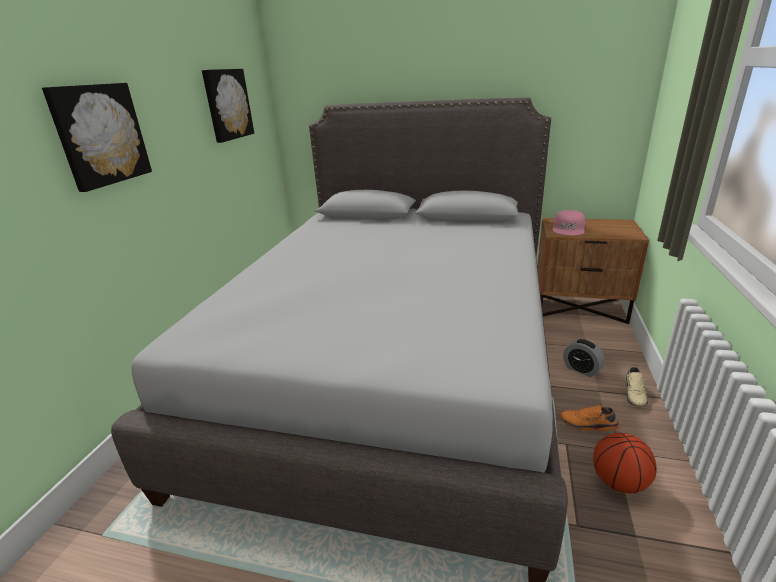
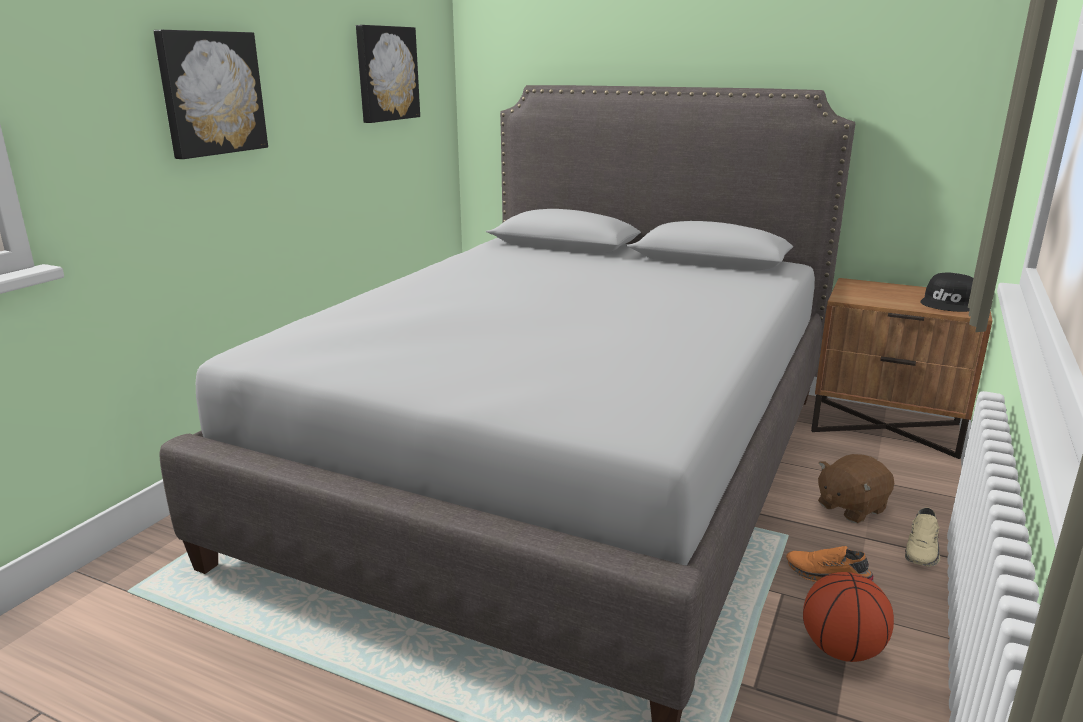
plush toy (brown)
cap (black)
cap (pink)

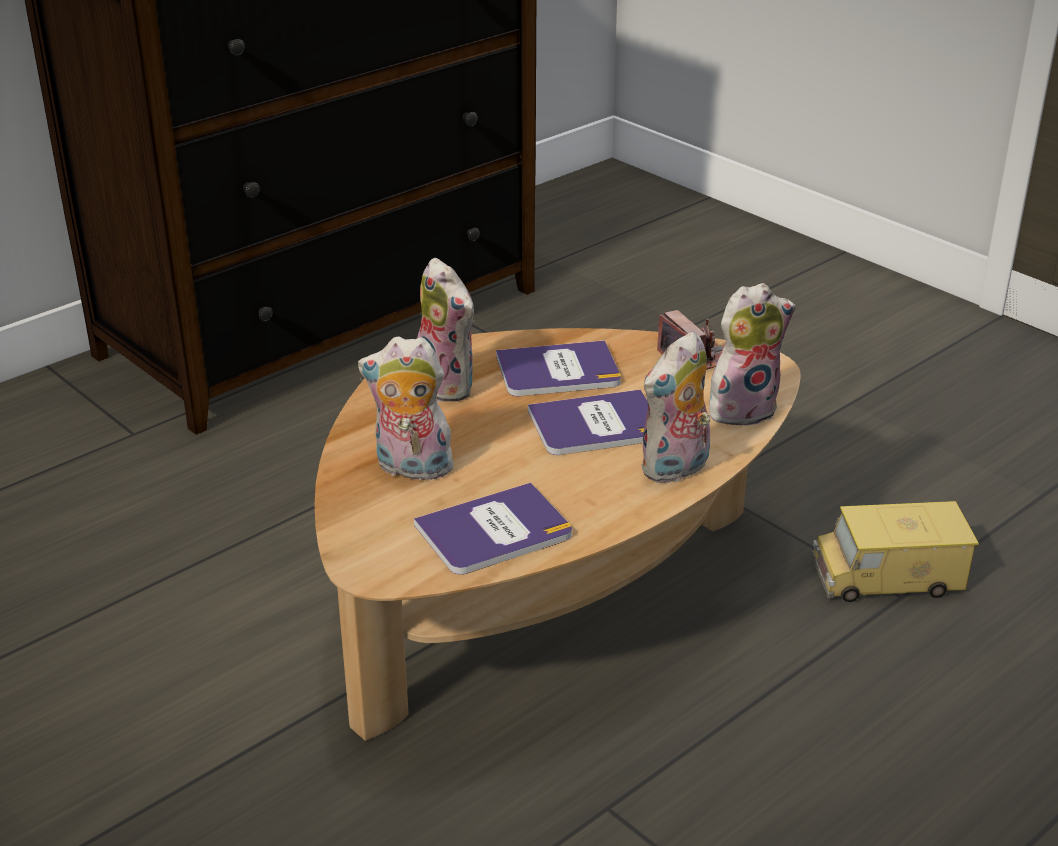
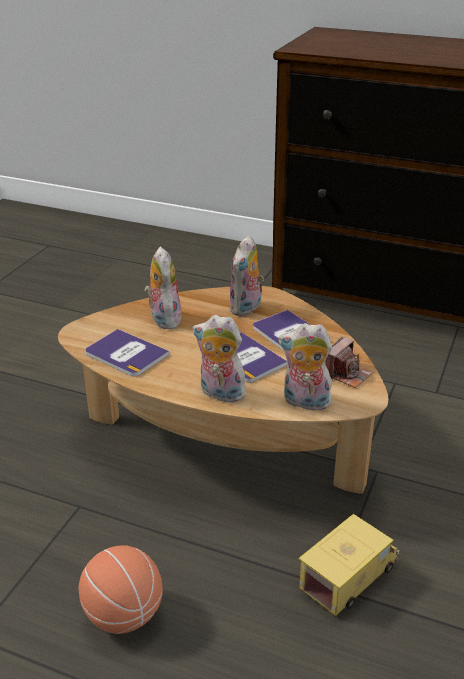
basketball
plush toy (4th from left)
toy truck

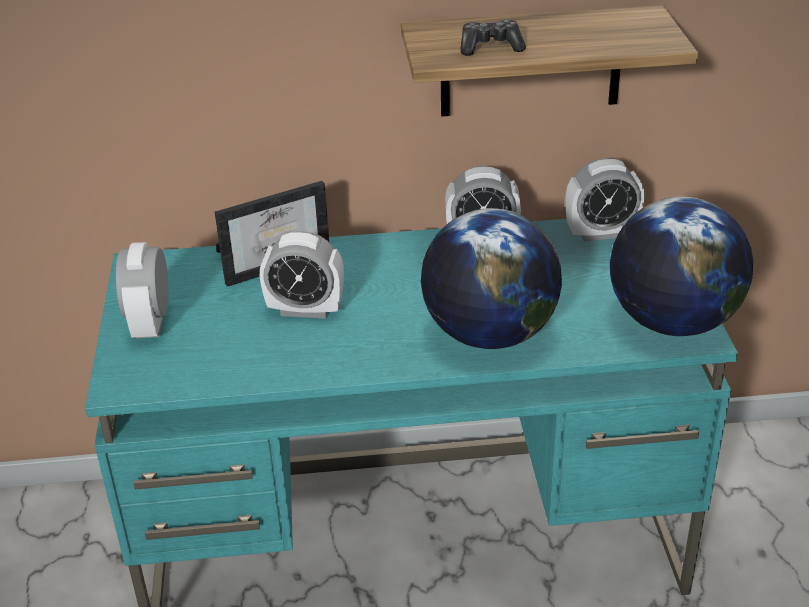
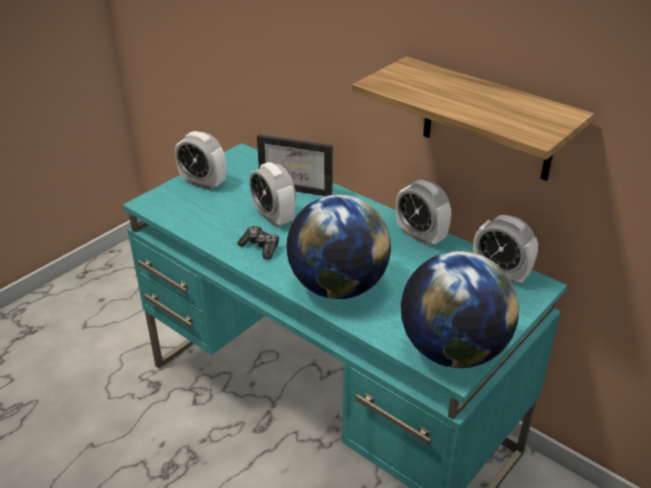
alarm clock (1st from left)
game controller

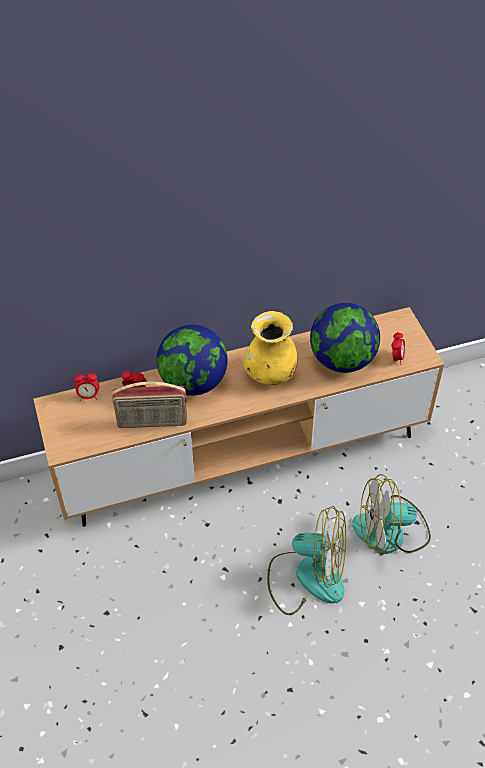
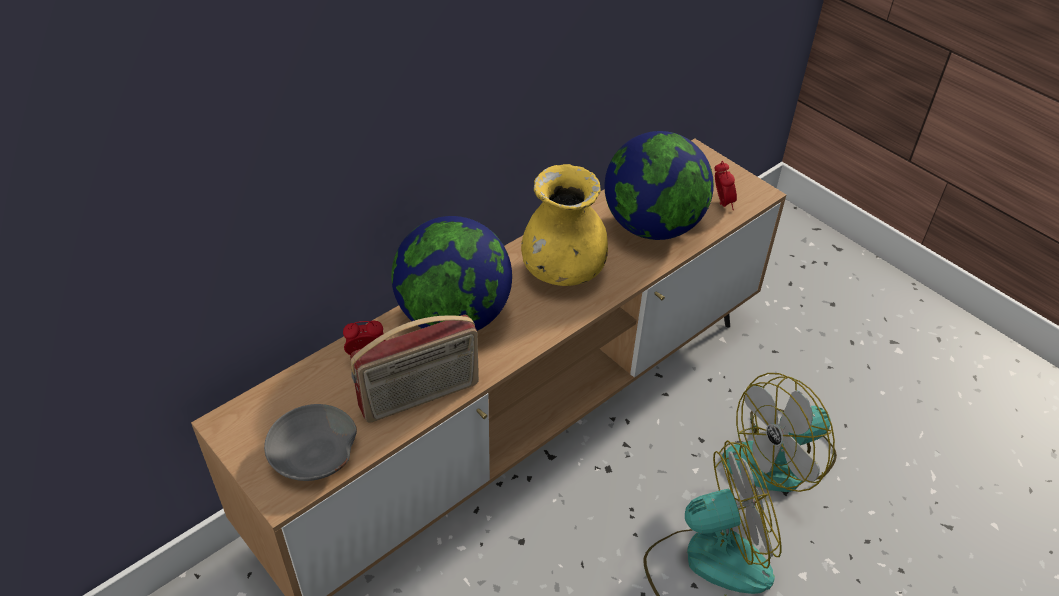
bowl (grey)
alarm clock (1st from left in the first image)

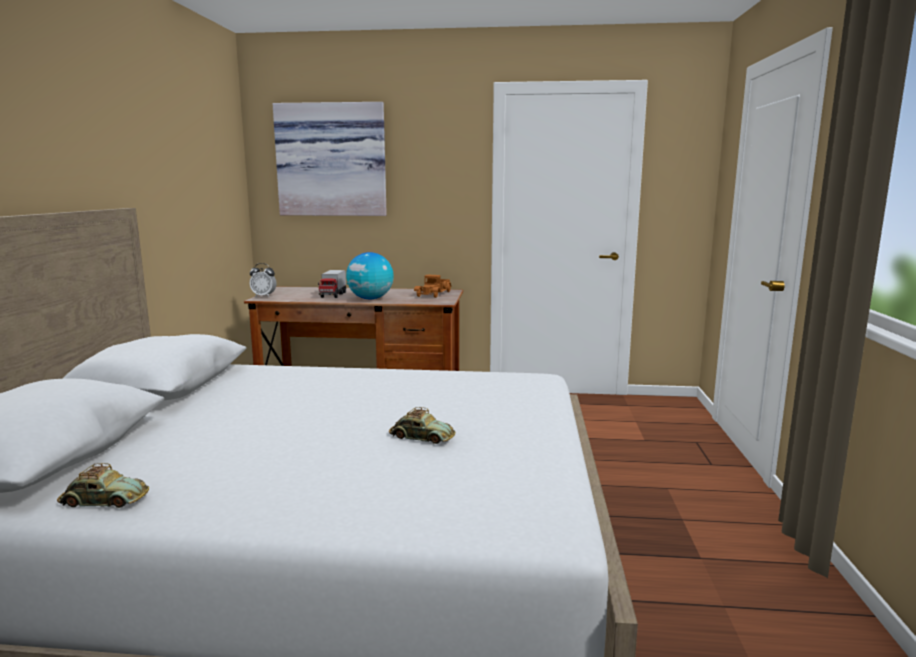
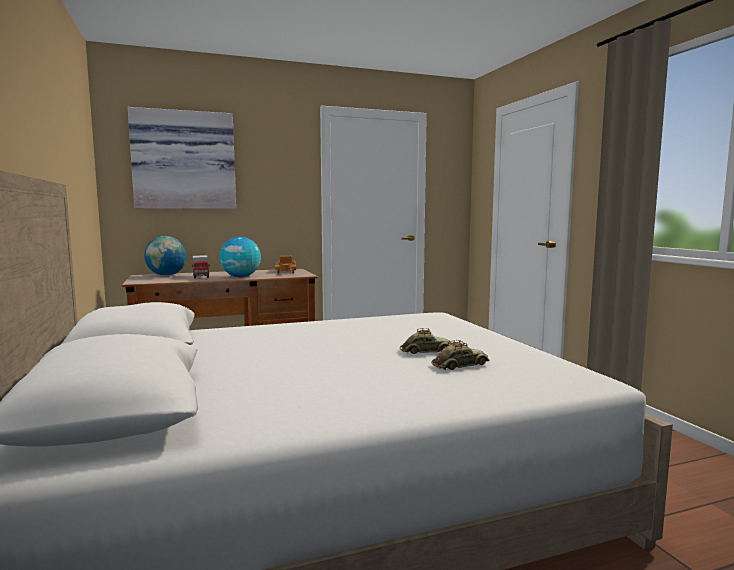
globe (1st from left)
toy car (2nd from left)
alarm clock

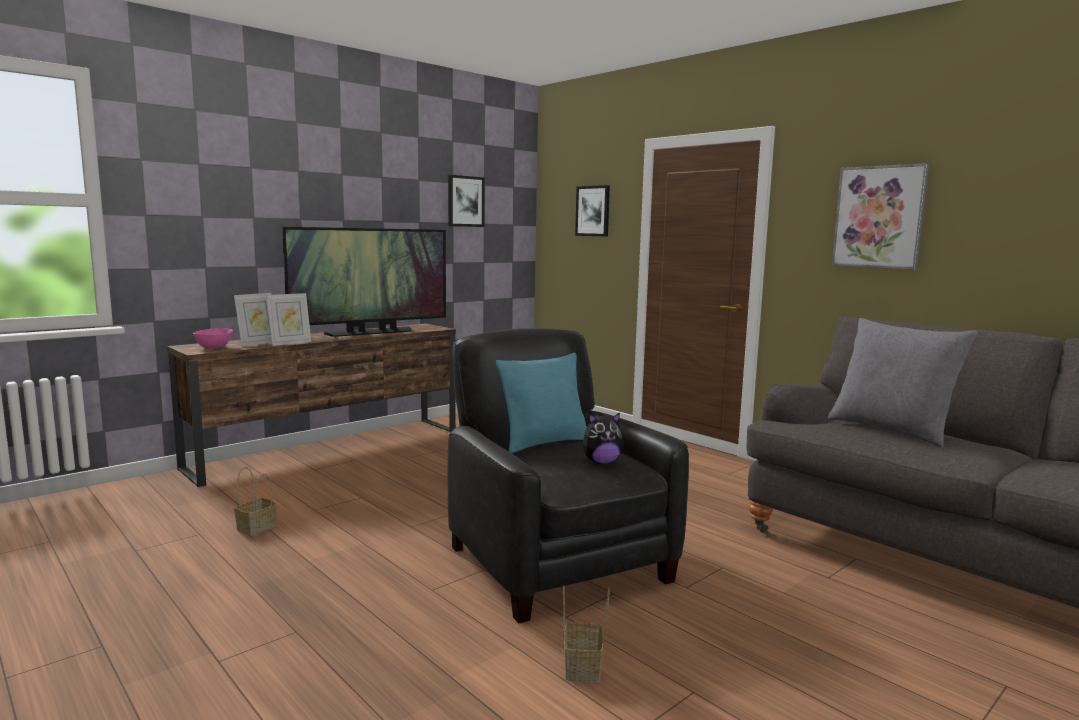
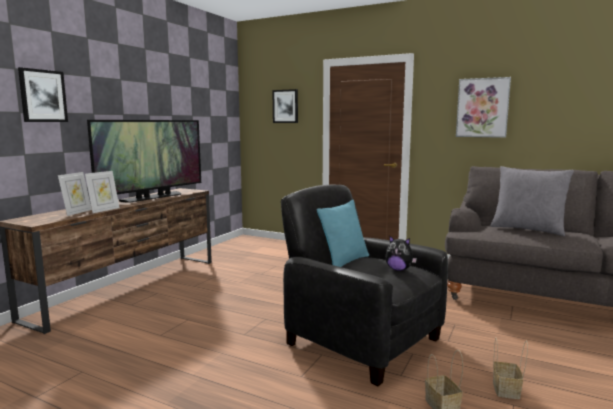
picture (1st from left)
plush toy
basket (2nd from left)
bowl (pink)

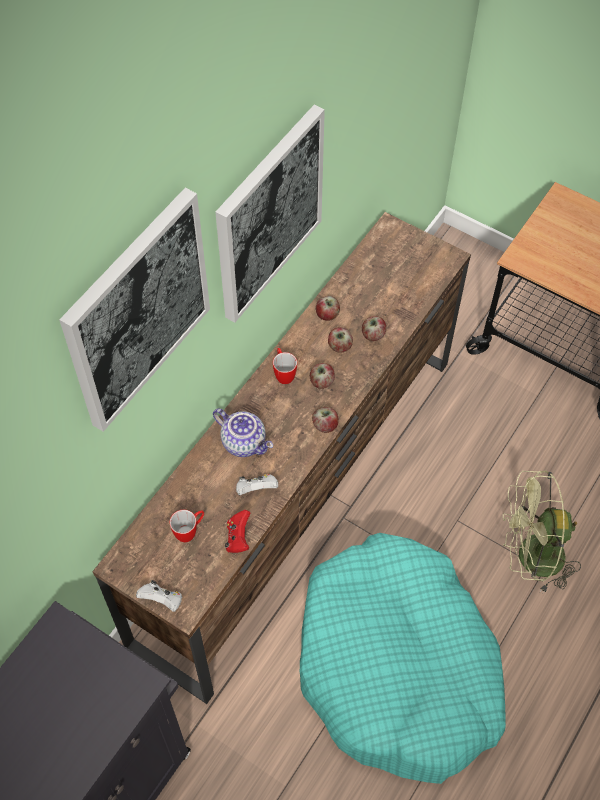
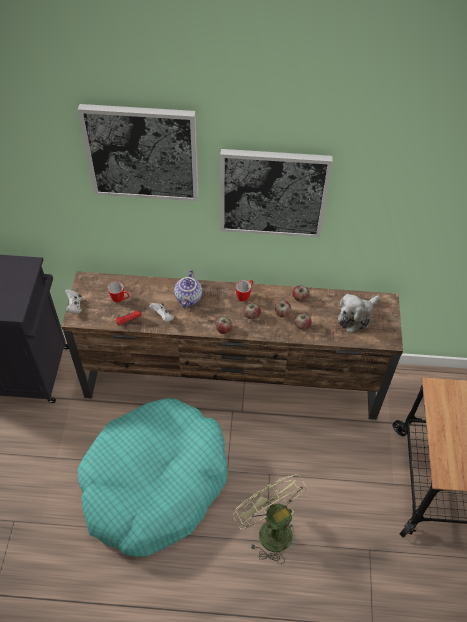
plush toy

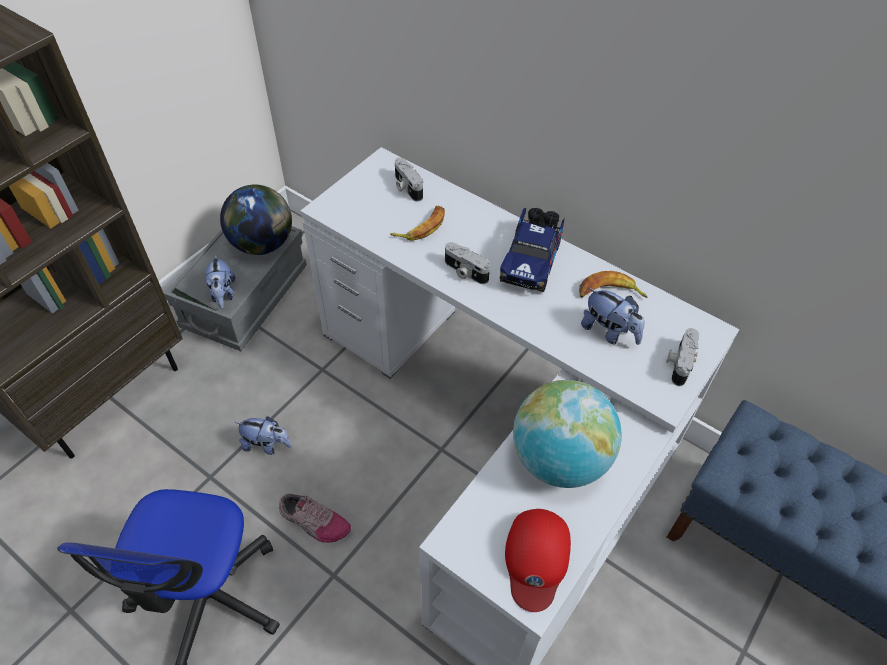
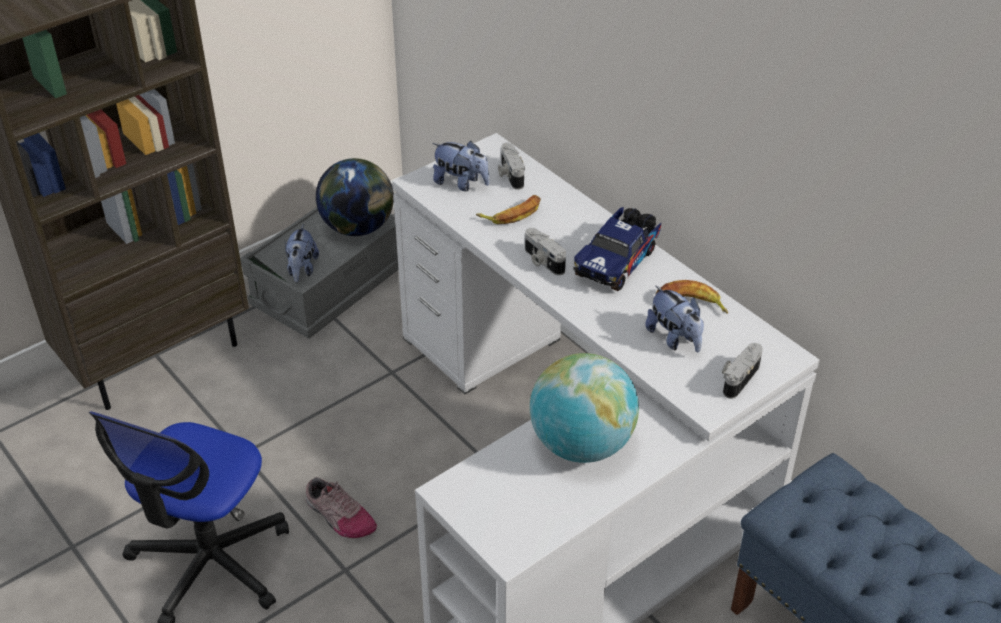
plush toy (2nd from left)
cap (red)

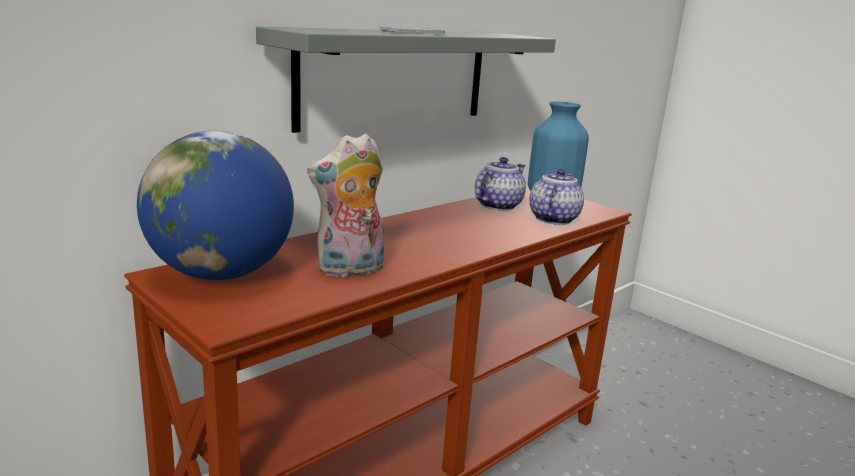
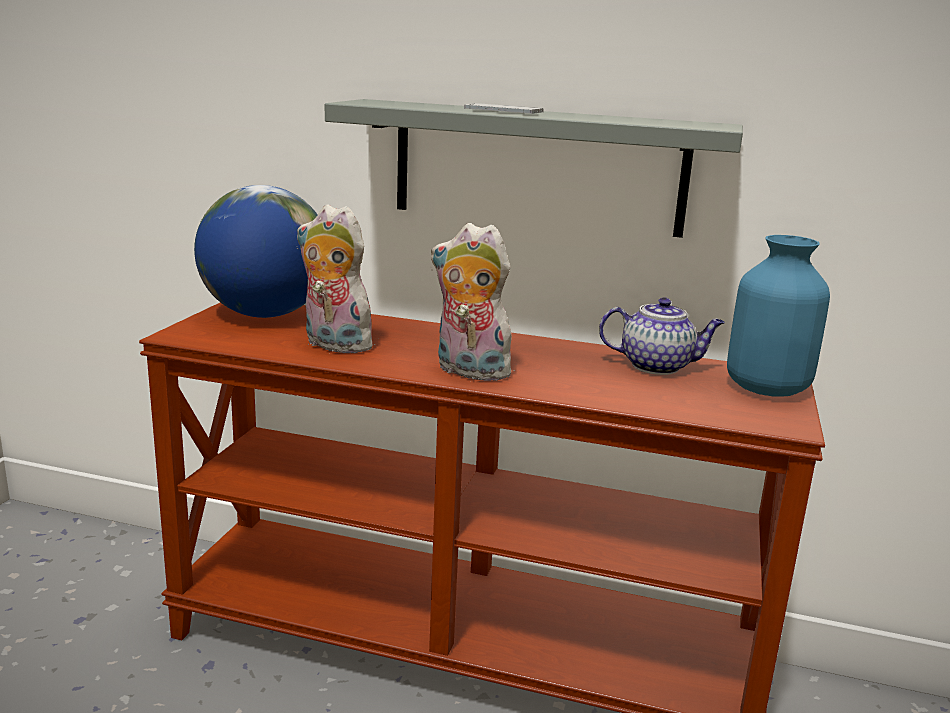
plush toy (2nd from left)
teapot (2nd from left in the first image)

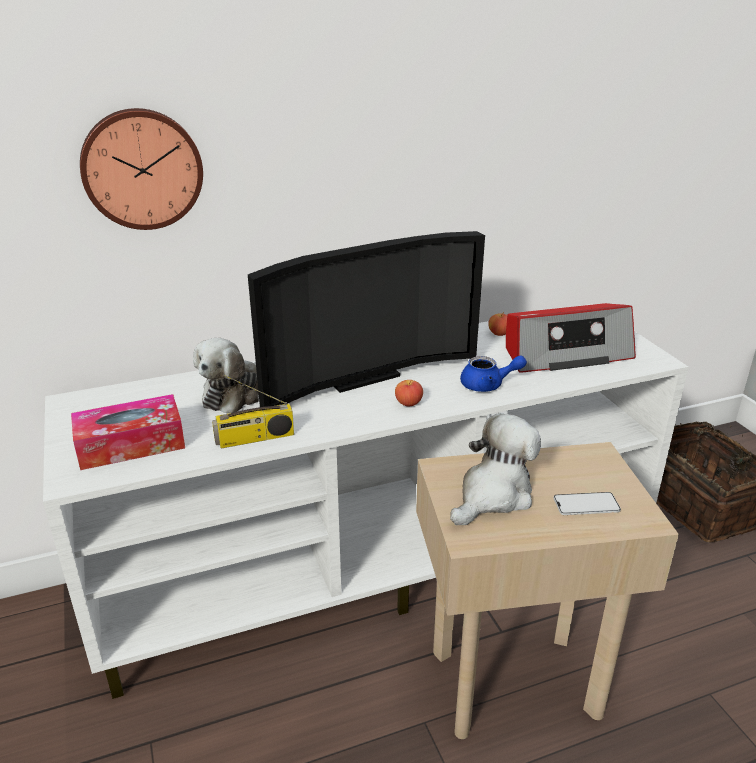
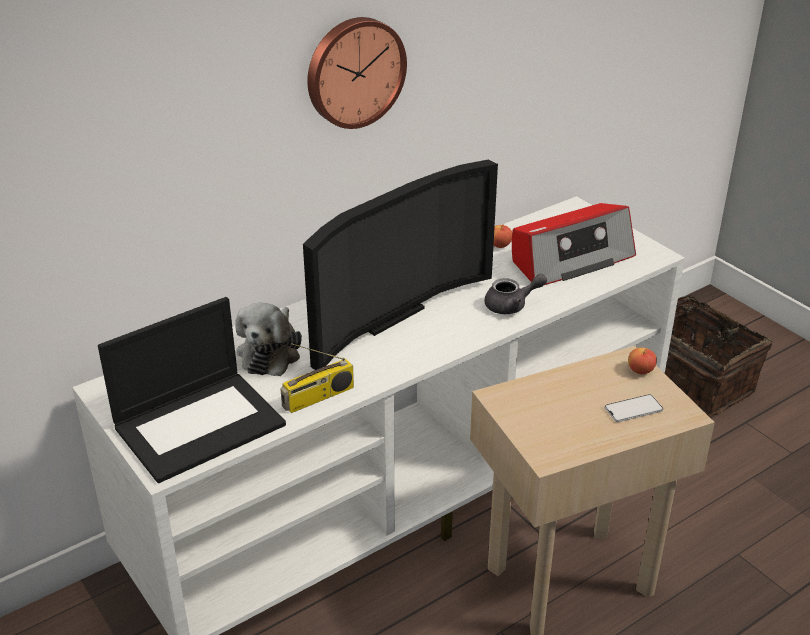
laptop
wall clock
teapot (grey)
apple (2nd from left)
plush toy (2nd from left in the first image)

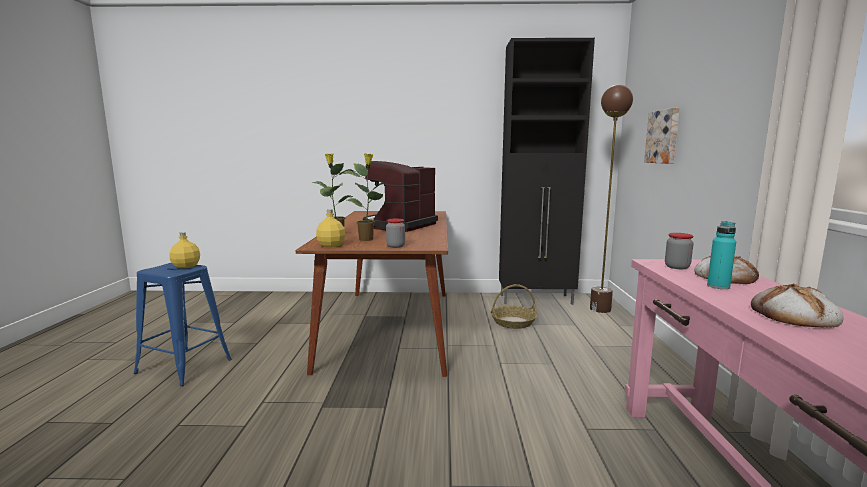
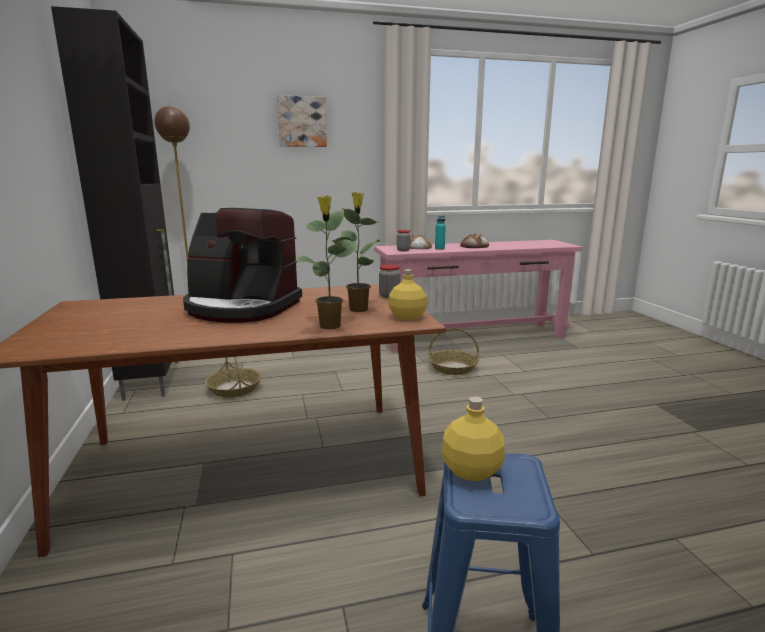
picture
basket (2nd from left)

